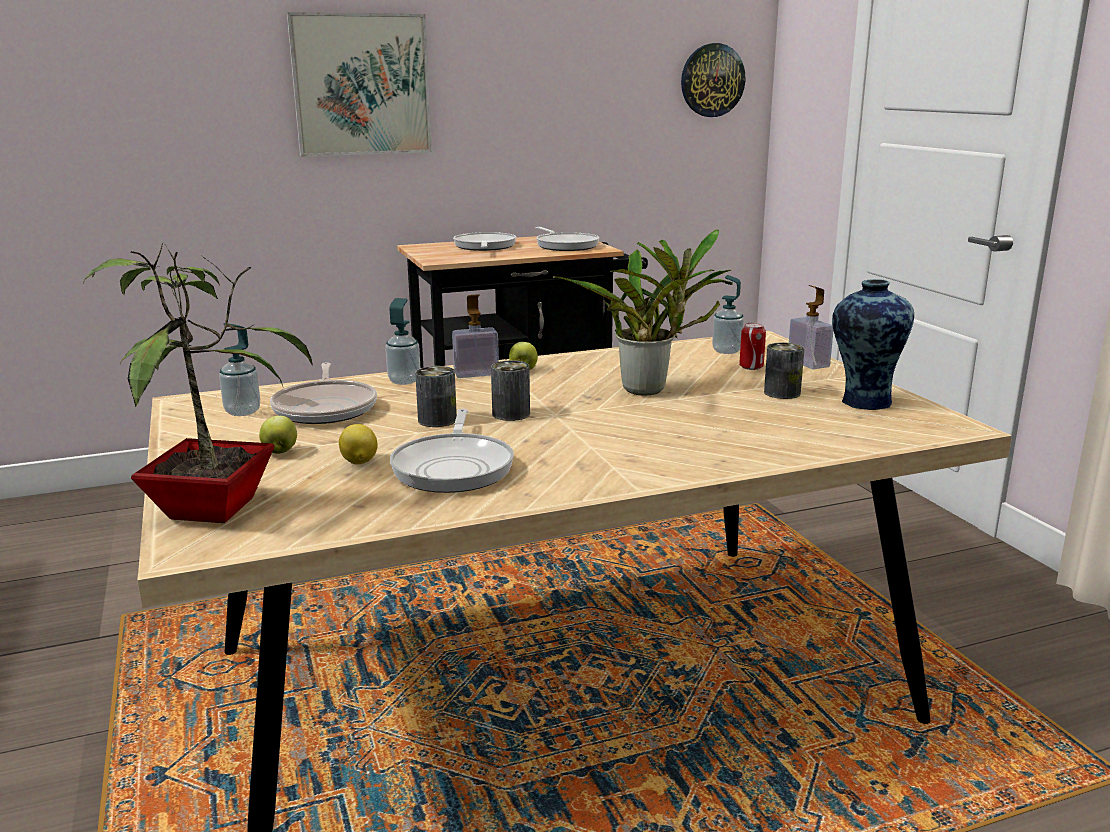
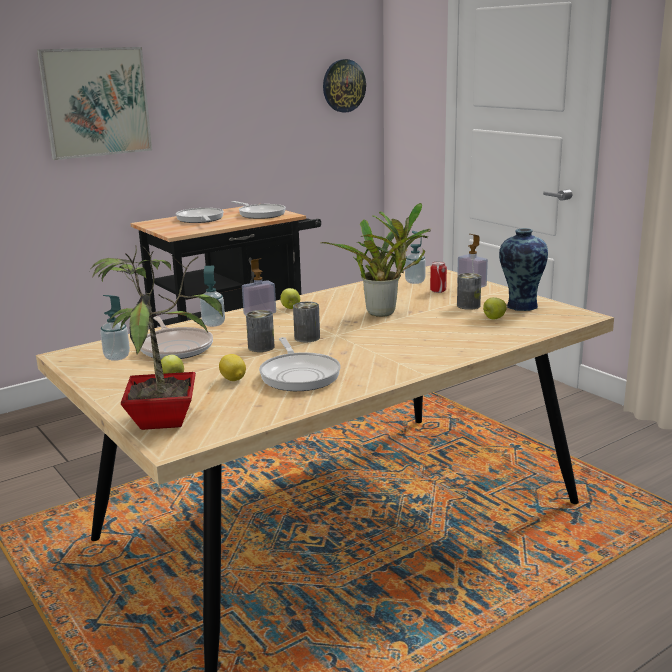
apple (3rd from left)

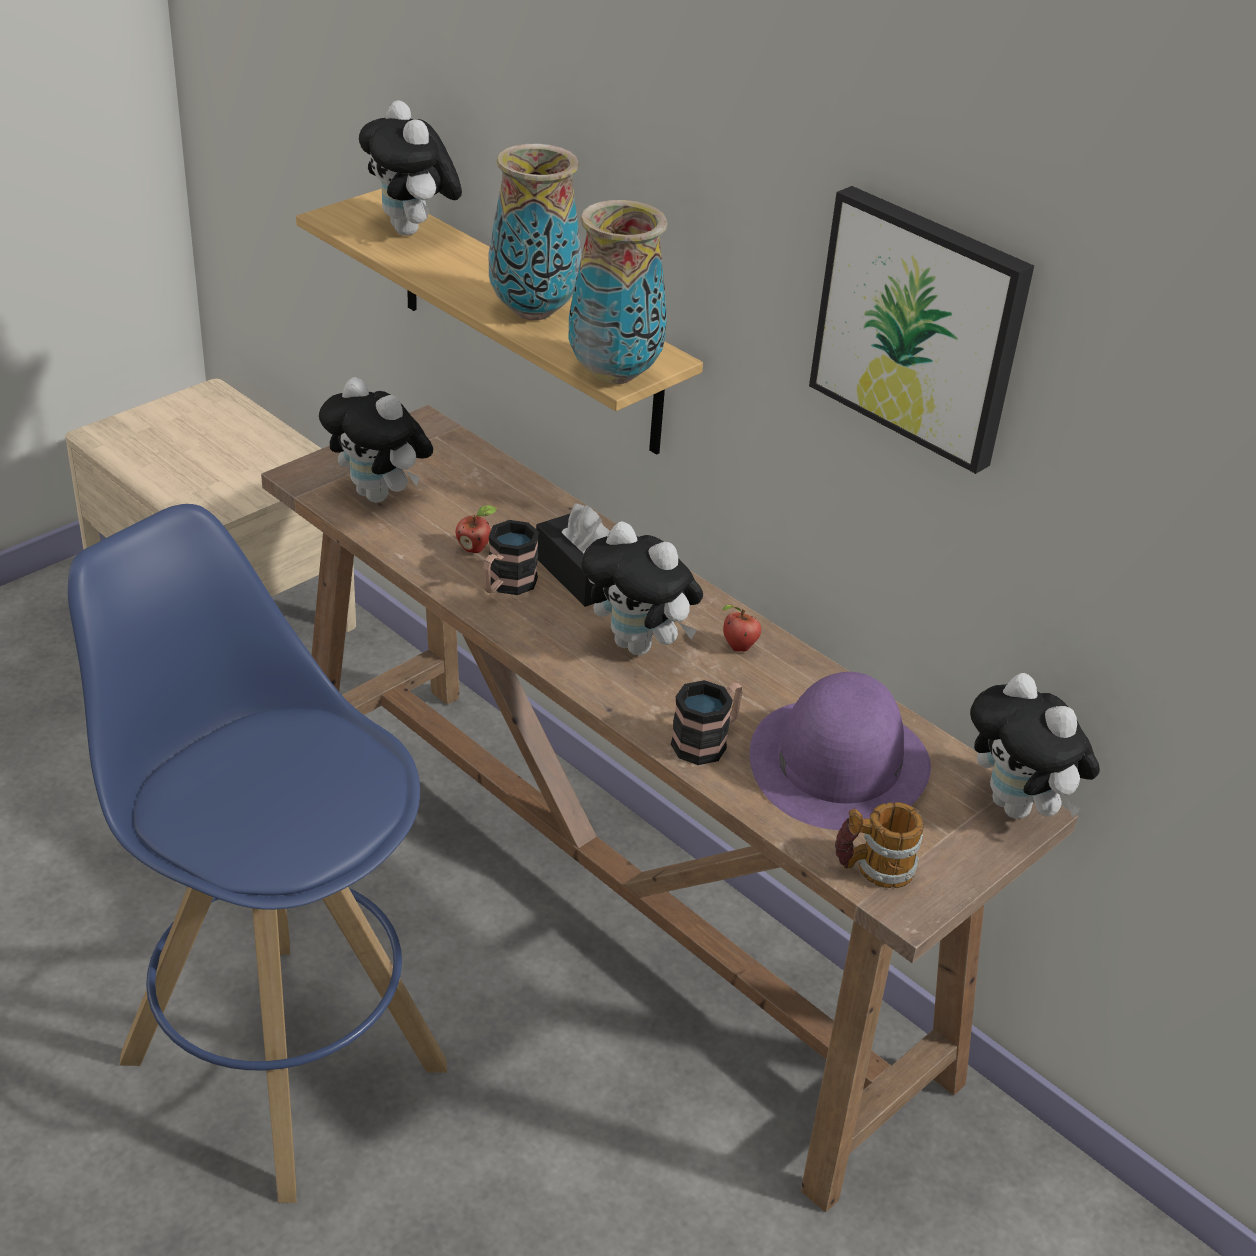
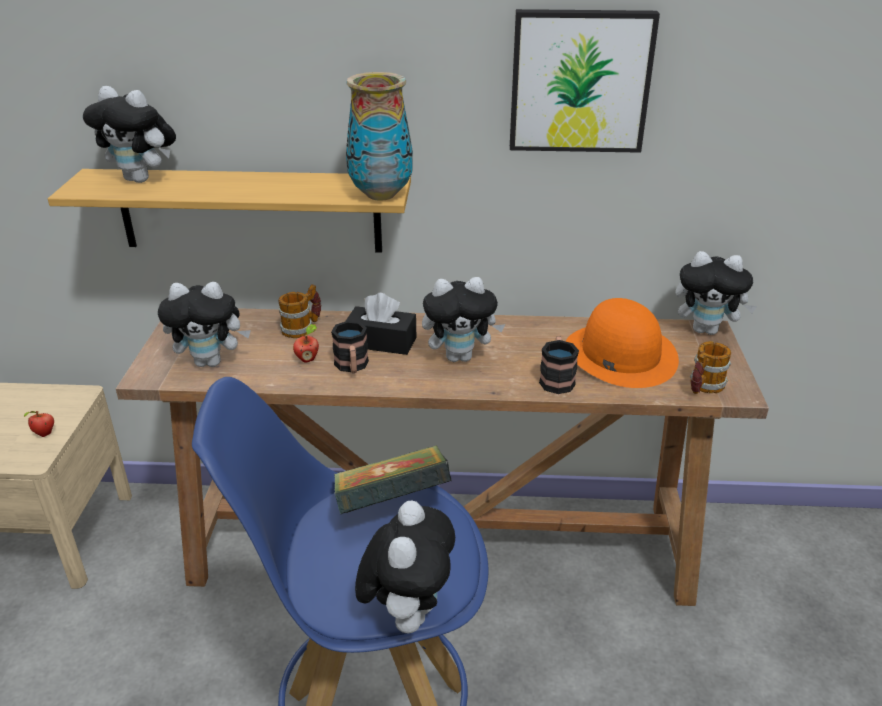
apple (1st from left)
mug (1st from left)
book
plush toy (3rd from left)
hat (orange)
vase (1st from left in the first image)

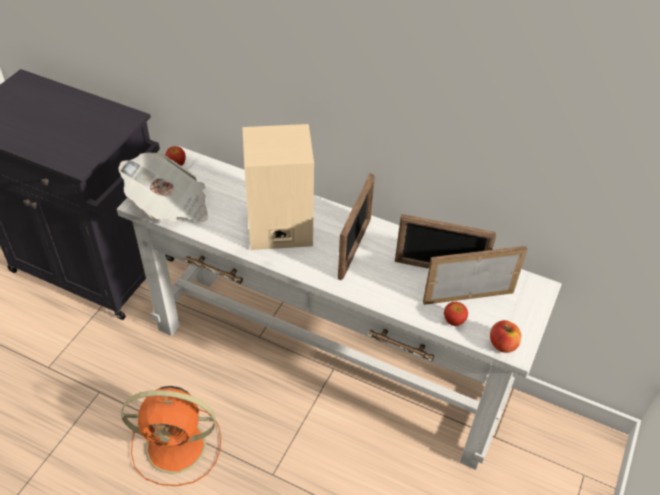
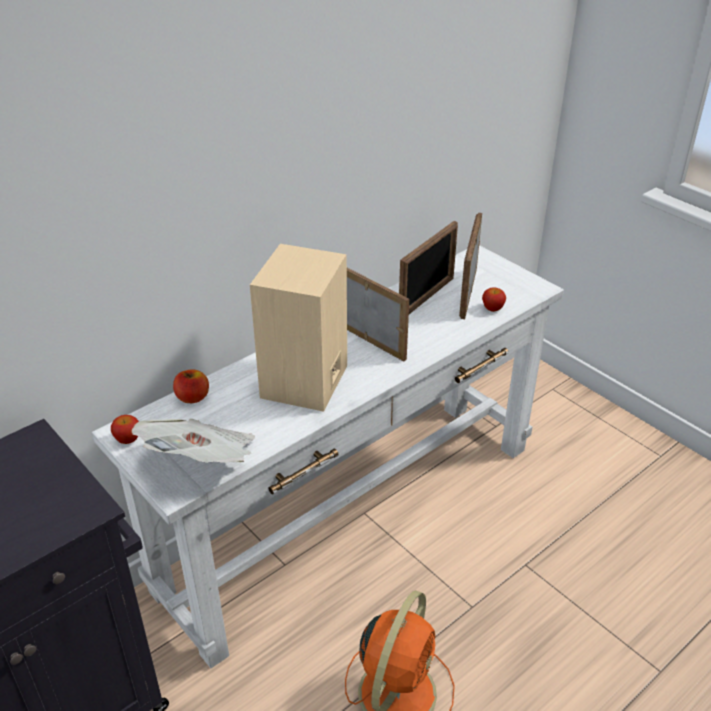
apple (2nd from left)

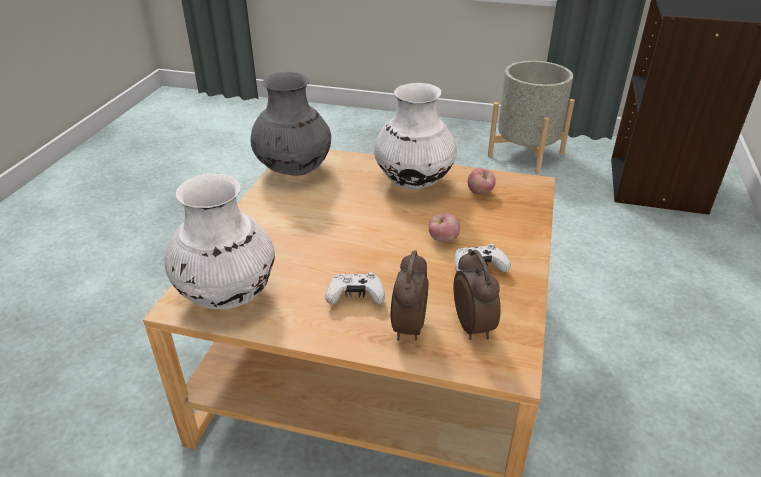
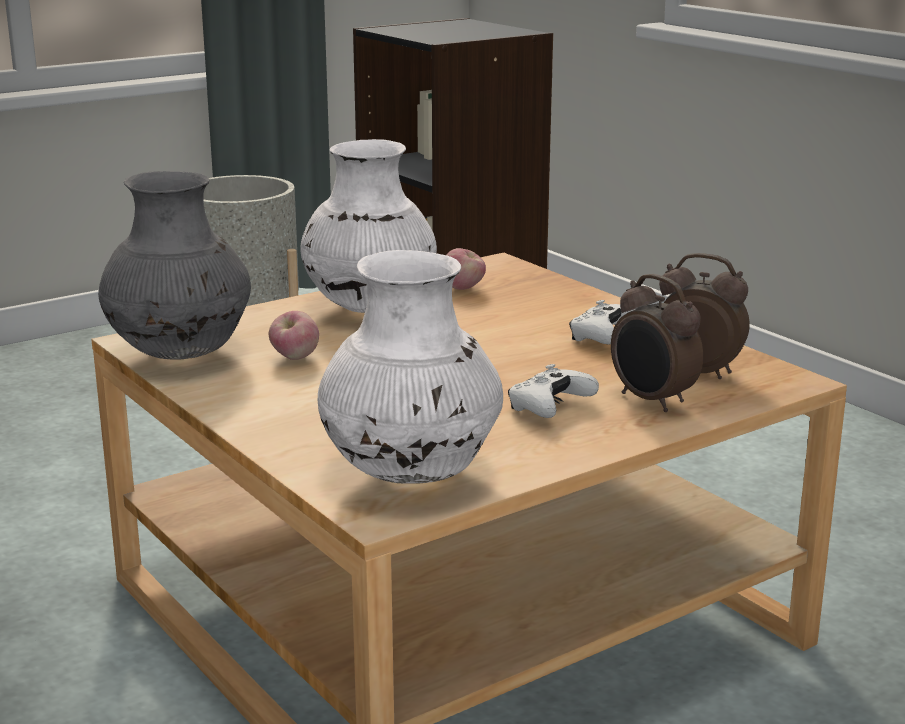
apple (1st from left)

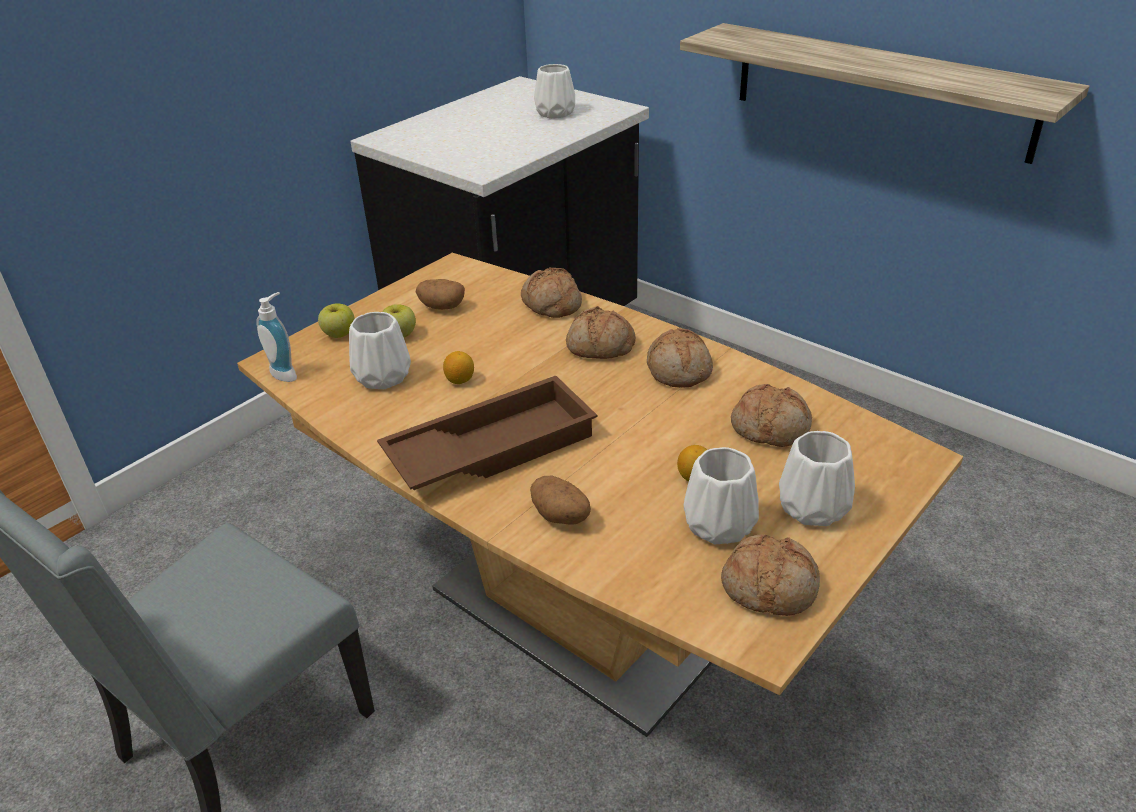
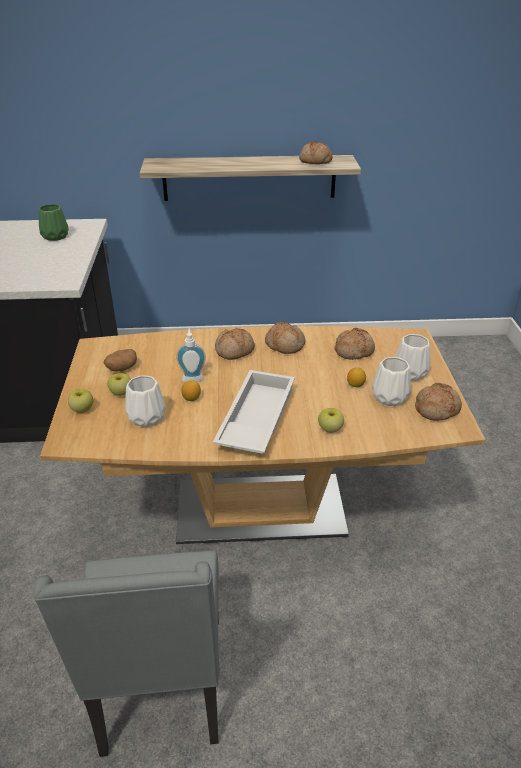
vase (green)
soap dispenser
tray (white)
bread (3rd from left)
apple (3rd from left)

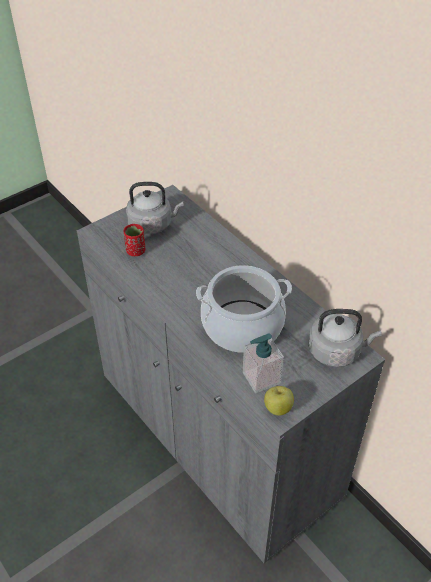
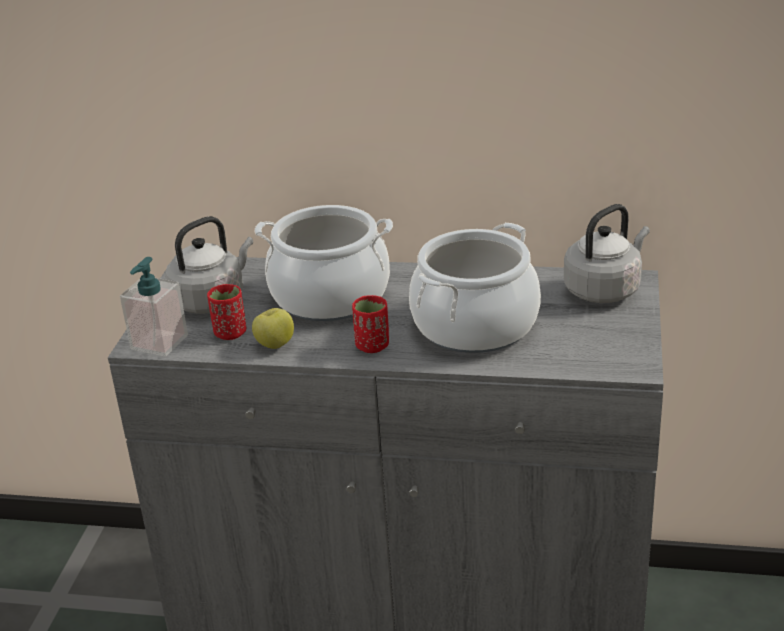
soap dispenser
apple
cooking pot (1st from left)
cup (red) (2nd from left)

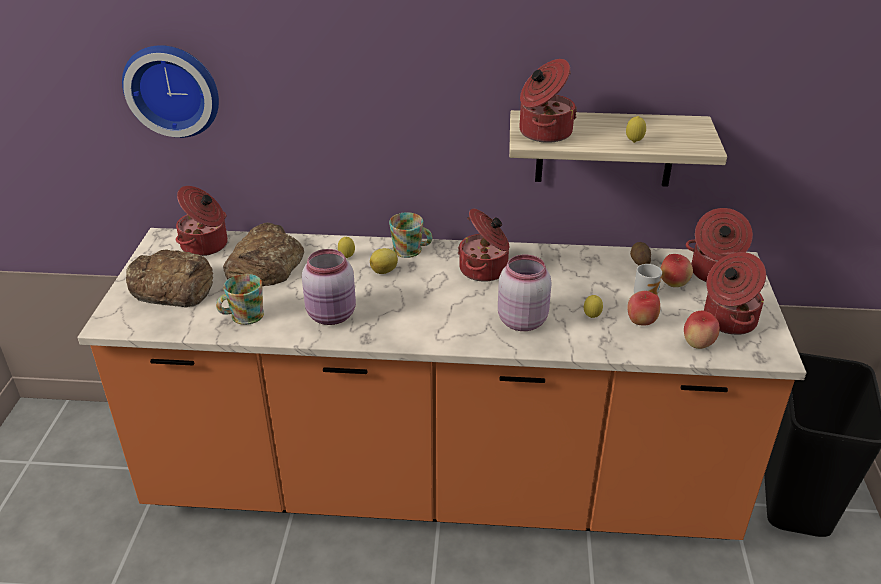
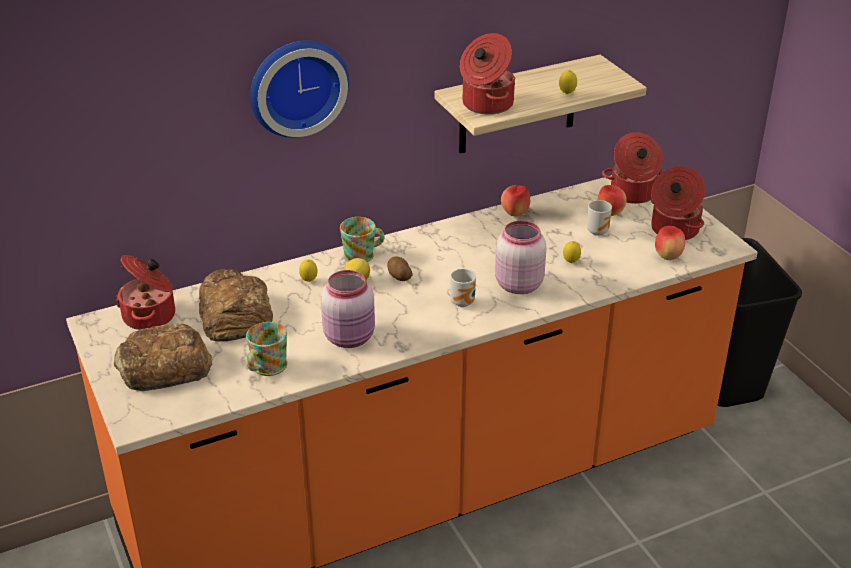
wall clock
potato
mug (3rd from left)
apple (1st from left)
cooking pot (2nd from left in the first image)

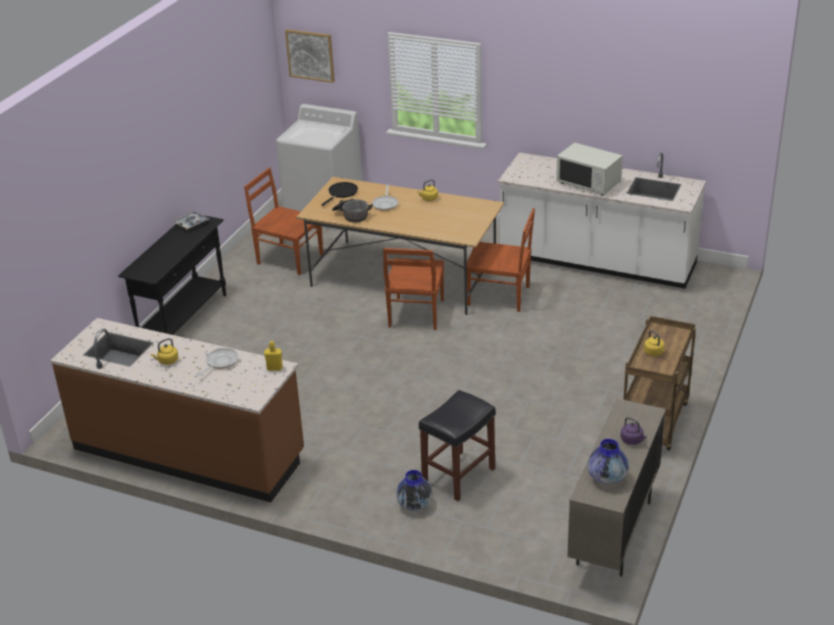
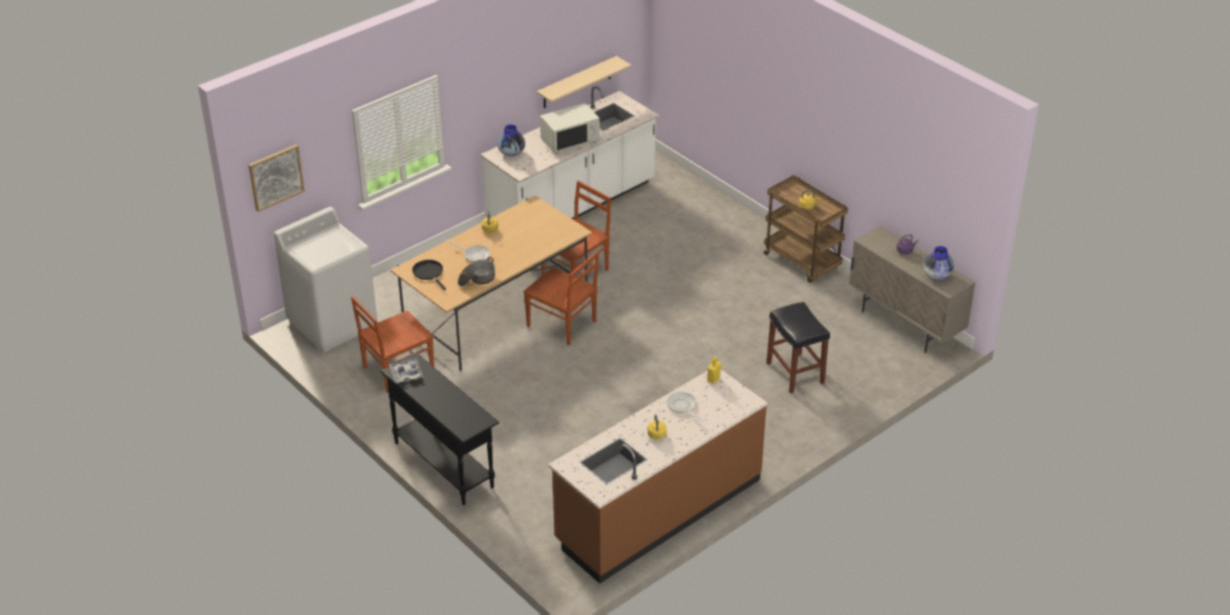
vase (1st from left)
shelf (beige)

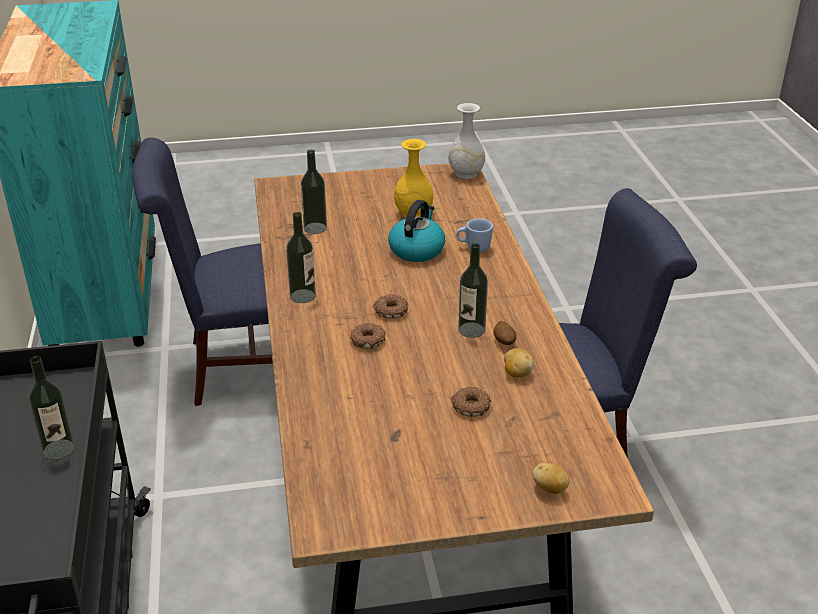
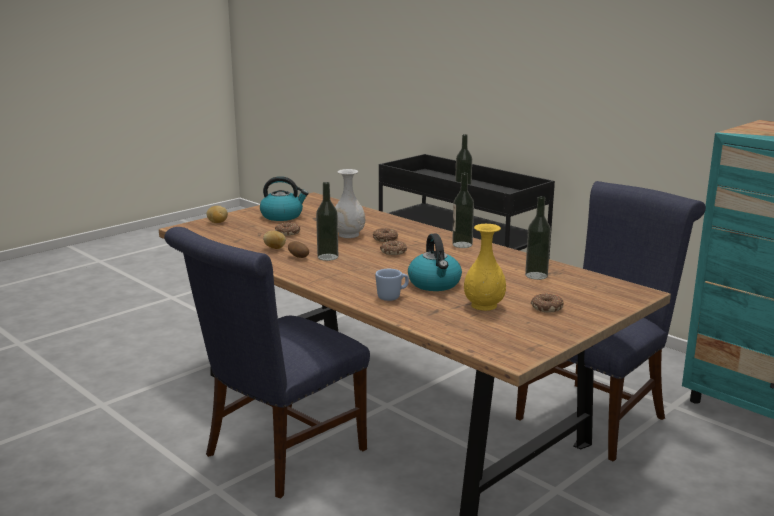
kettle (1st from left)
vase (white)
donut (4th from left)

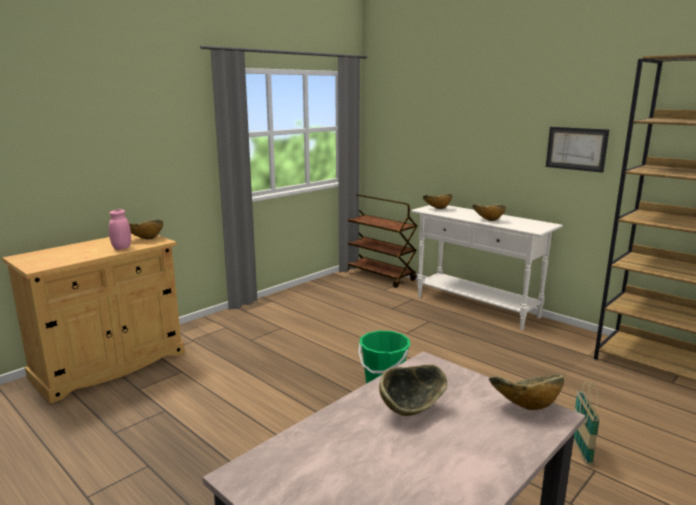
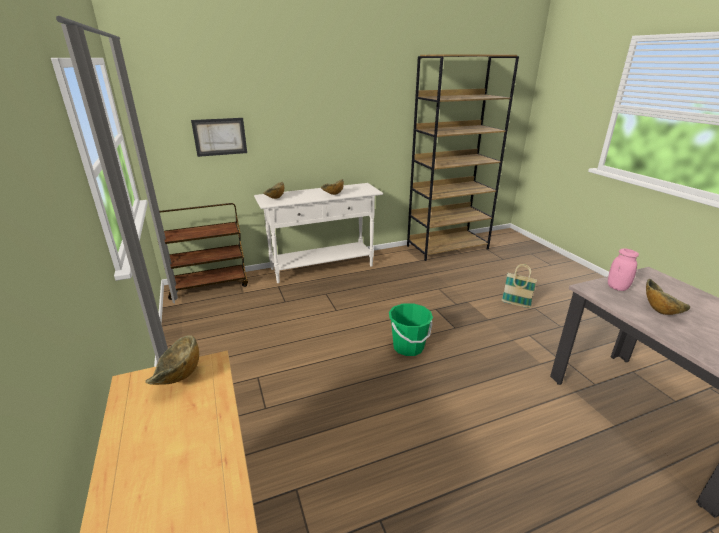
picture
jar (pink)
bowl (5th from left in the first image)

